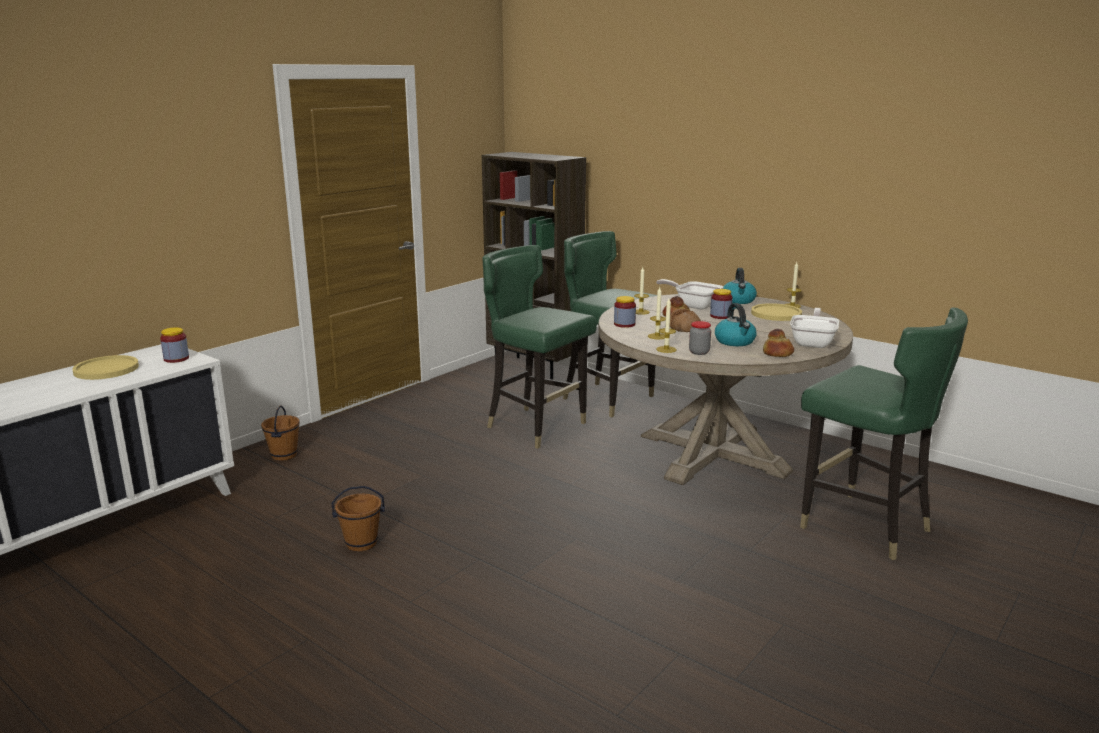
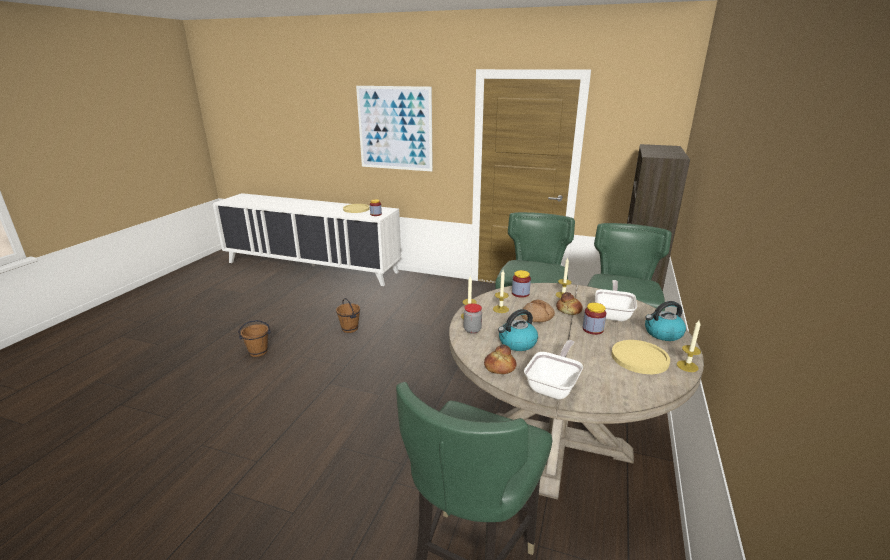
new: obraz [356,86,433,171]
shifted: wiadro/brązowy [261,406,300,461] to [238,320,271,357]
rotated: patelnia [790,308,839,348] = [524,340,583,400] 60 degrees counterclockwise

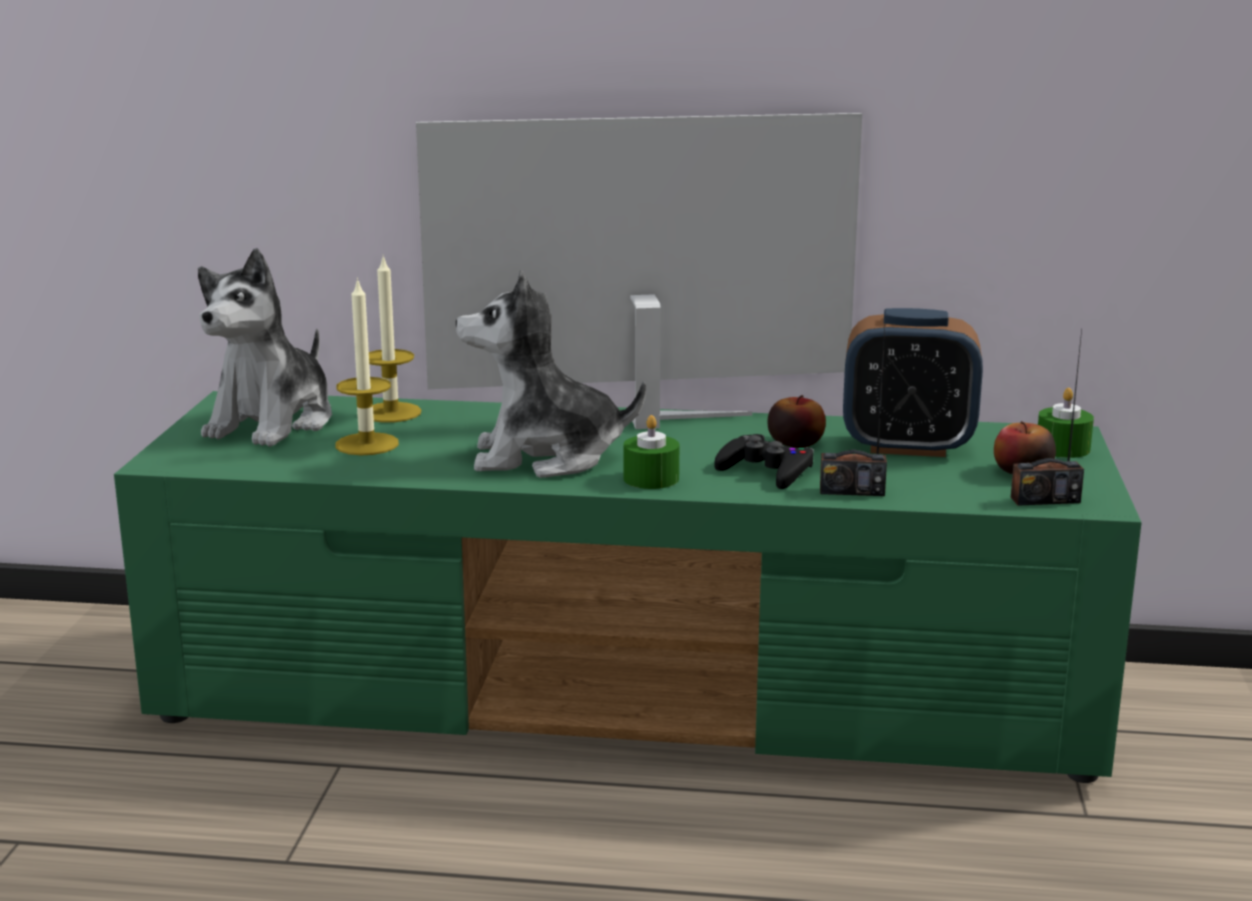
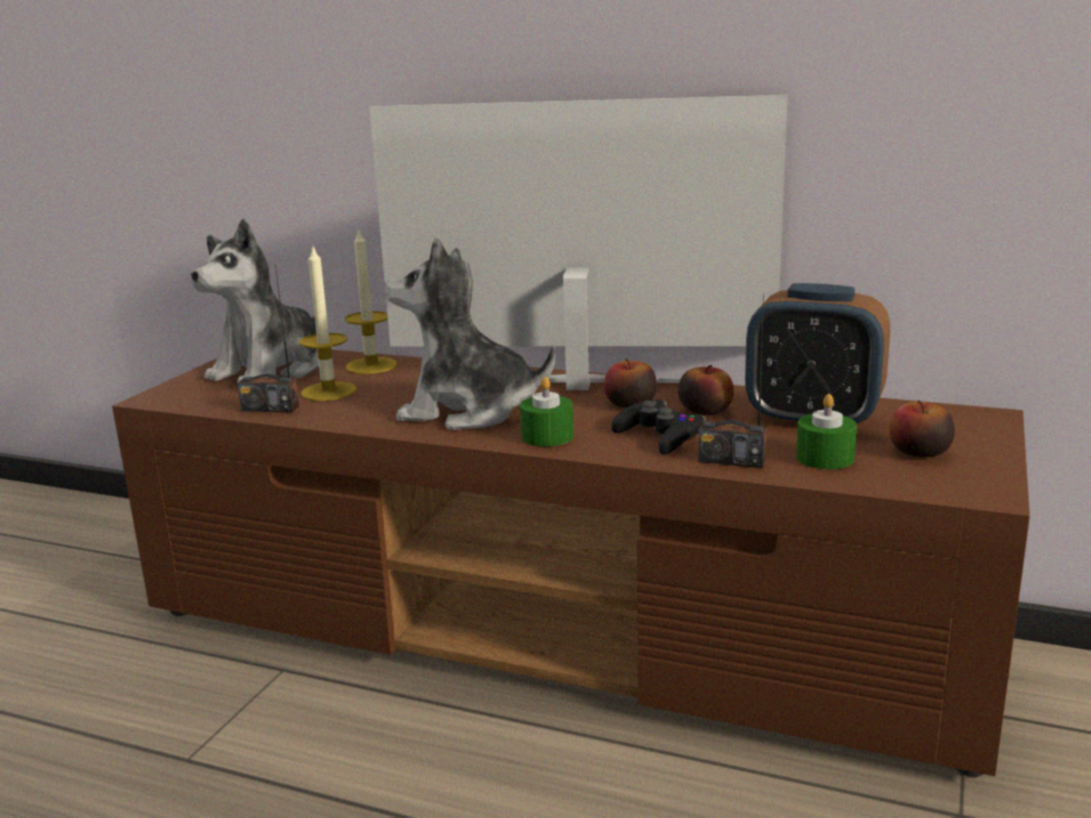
new: jabłko [604,358,657,408]
shifted: radio [1011,329,1084,506] to [237,265,299,412]; świeca/zielony [1038,388,1094,458] to [796,394,857,469]
repainted: szafka pod telewizor/zielony [114,391,1142,783] to szafka pod telewizor/brązowy [112,350,1030,777]

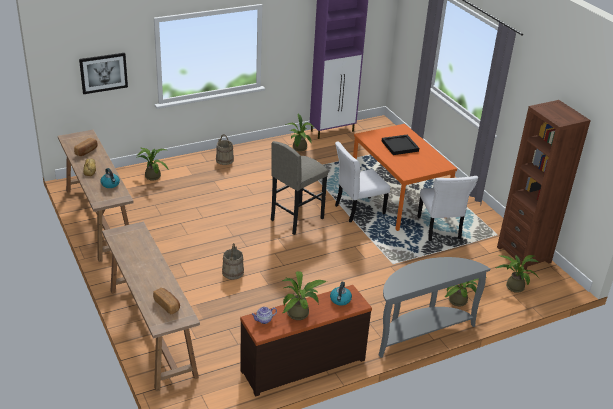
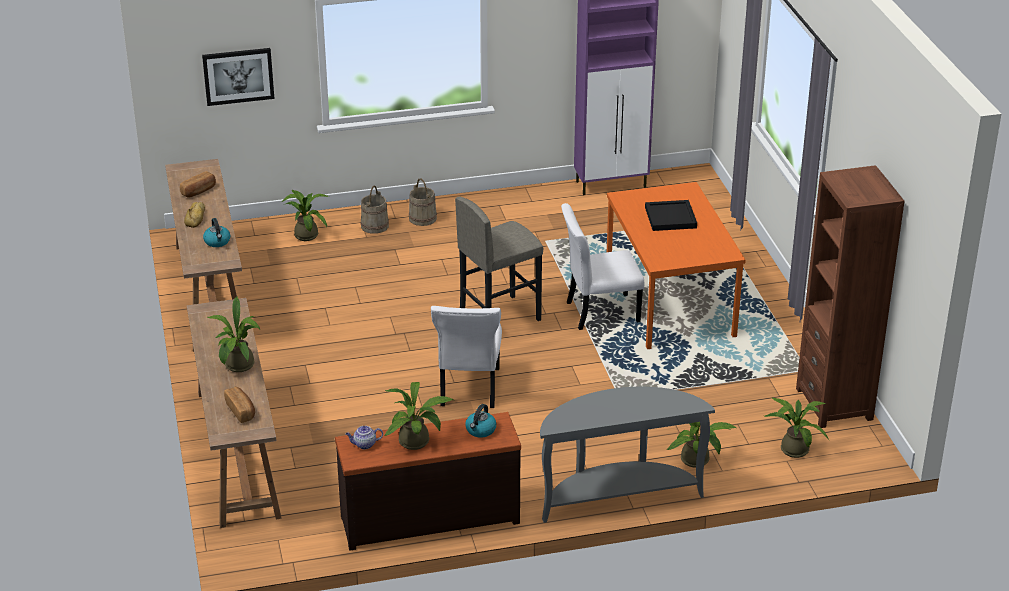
shifted: wiadro/beżowy [222,243,244,280] to [361,186,389,234]; roślina doniczkowa [286,113,315,151] to [208,296,260,372]; krzesło/biały [417,176,478,241] to [431,306,502,408]

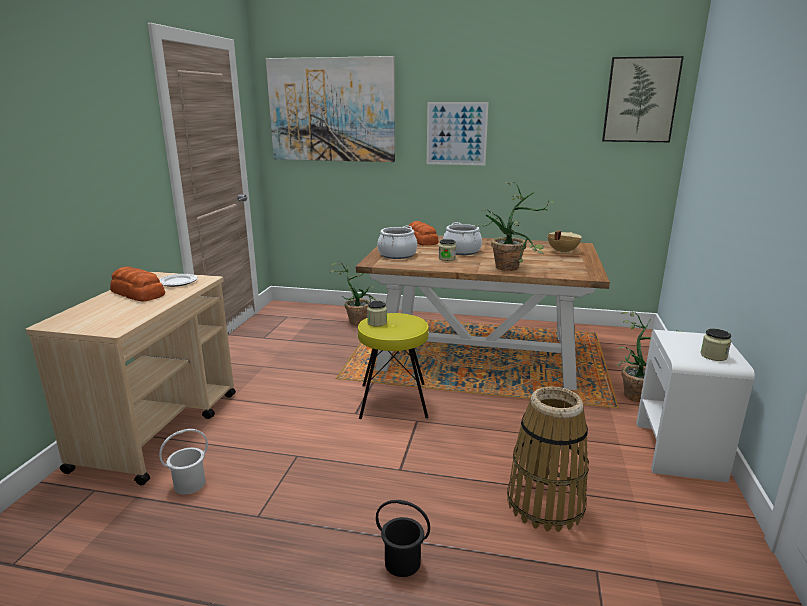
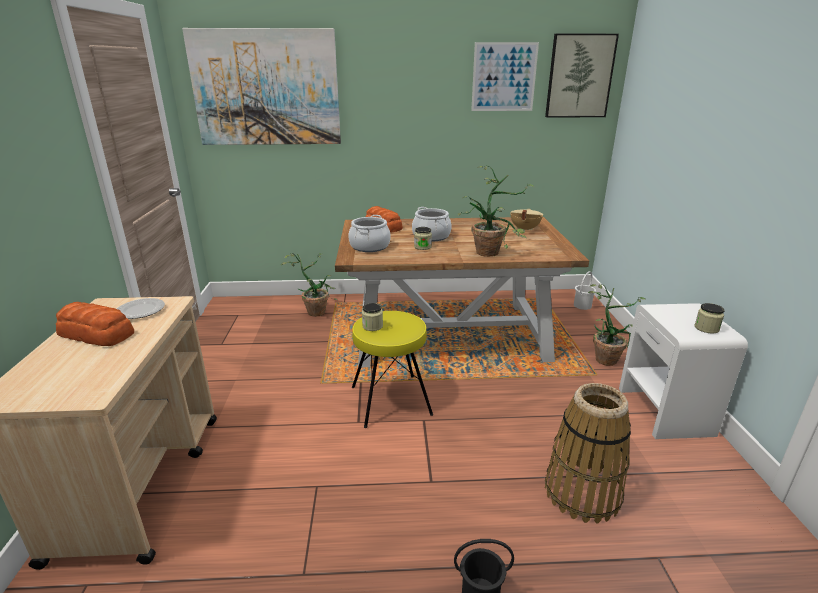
shifted: wiadro/biały [159,429,208,495] to [574,271,596,310]; obraz [427,102,489,165] to [471,42,539,111]

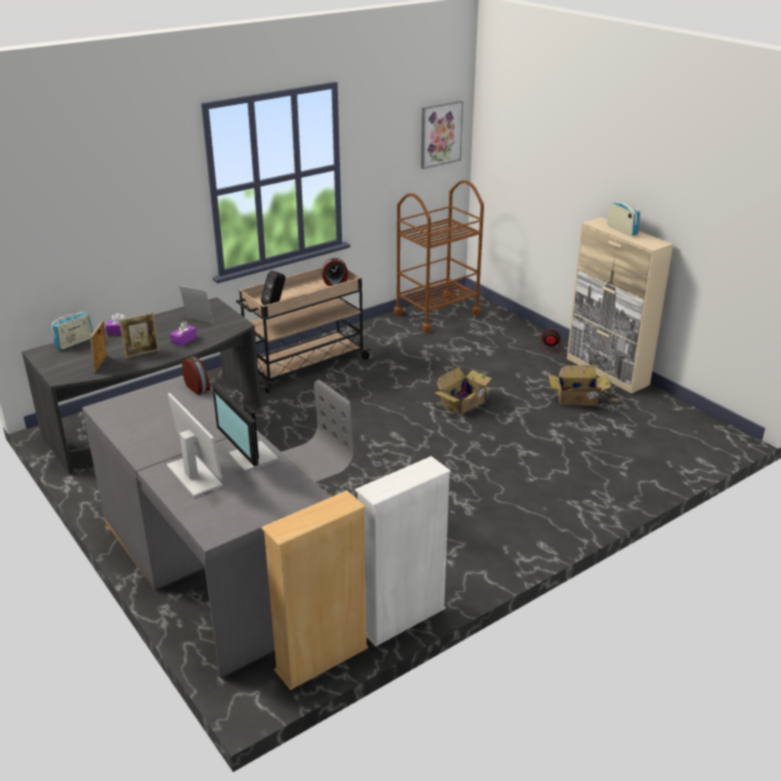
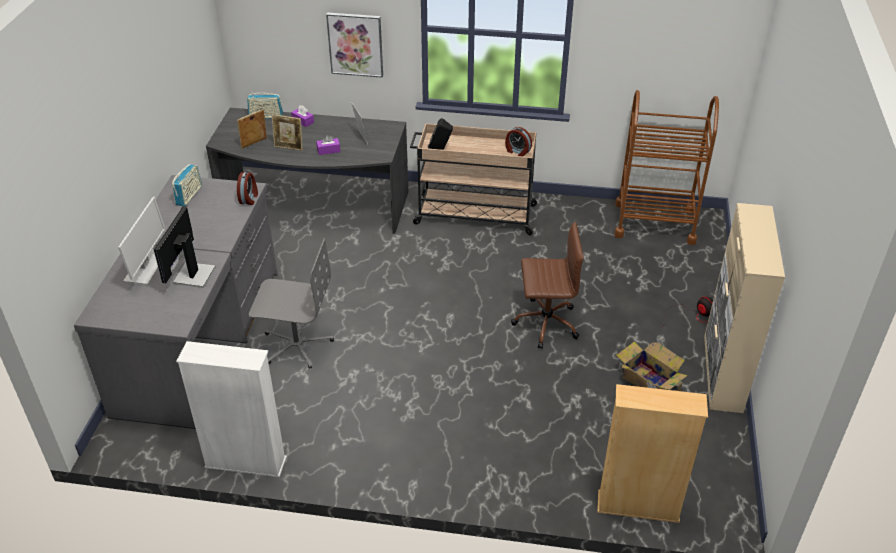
shifted: regał/beżowy [261,490,368,690] to [597,384,708,523]; obraz [421,101,463,169] to [326,13,383,78]; radio [607,201,640,236] to [172,164,202,206]
swapped: karton [435,366,492,415] to krzesło biurowe/brązowy [511,222,584,349]

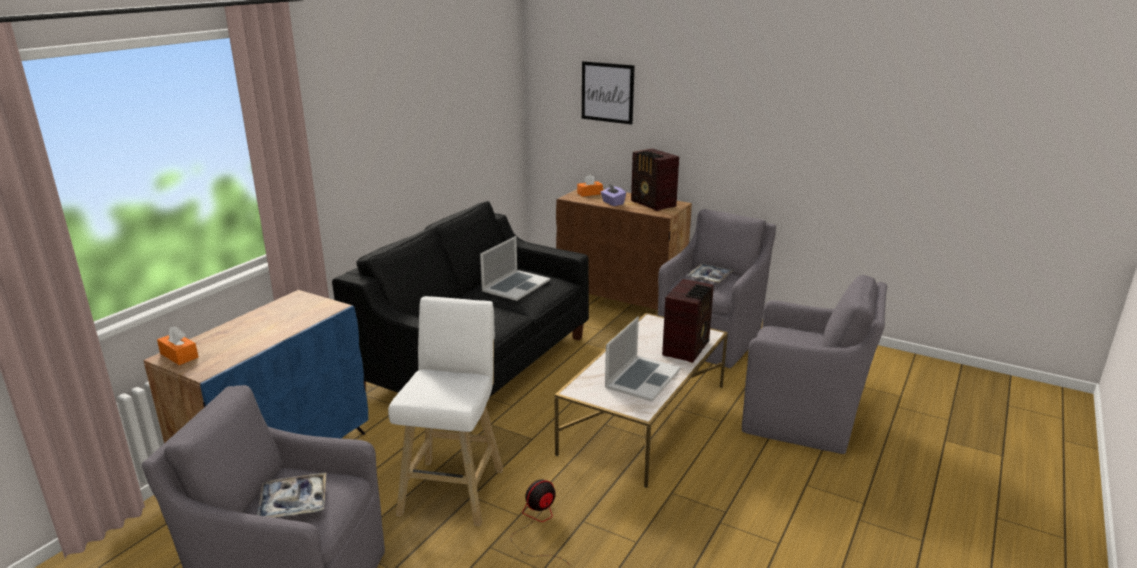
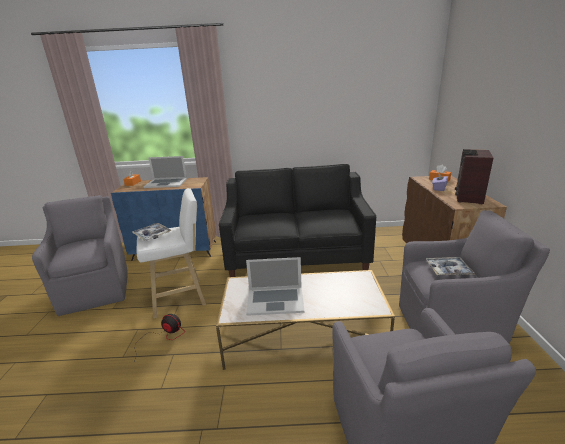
gone: obraz [582,61,635,125]; radio [662,279,714,363]
shifted: taca [257,473,326,517] to [132,223,172,241]; laptop [480,236,550,301] to [144,156,187,188]

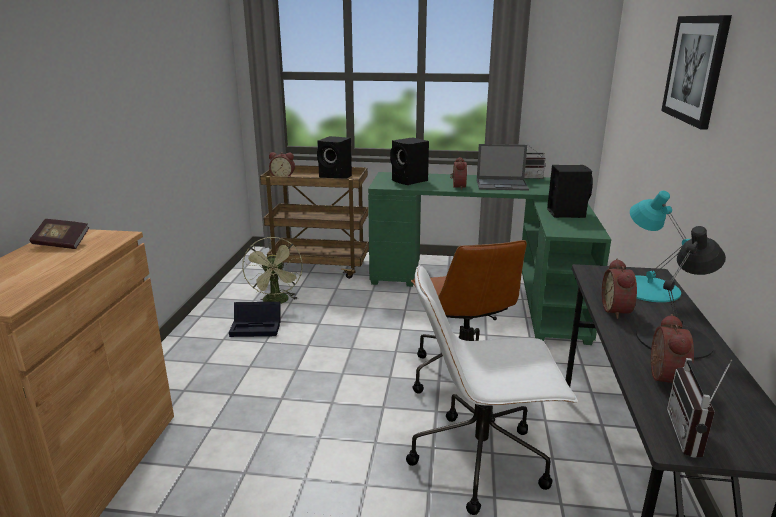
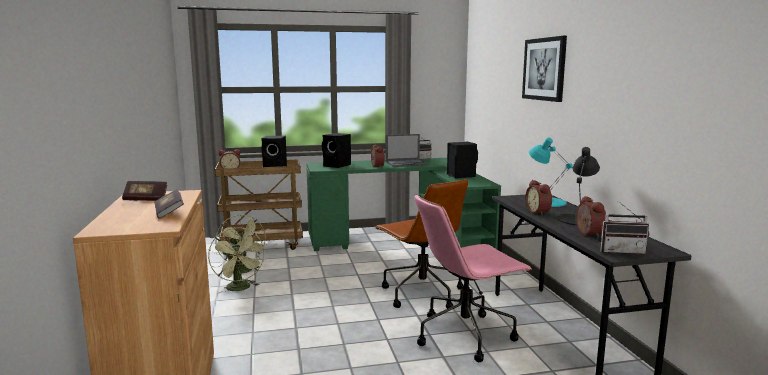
new: książka [154,189,184,219]
swapped: pojemnik do przechowywania/czarny [229,302,280,337] to wentylator/zielony [208,227,265,294]
repainted: krzesło biurowe/biały [406,264,578,515] to krzesło biurowe/różowy [414,194,532,362]
rotated: radio [667,358,732,458] = [600,201,649,255] 75 degrees counterclockwise

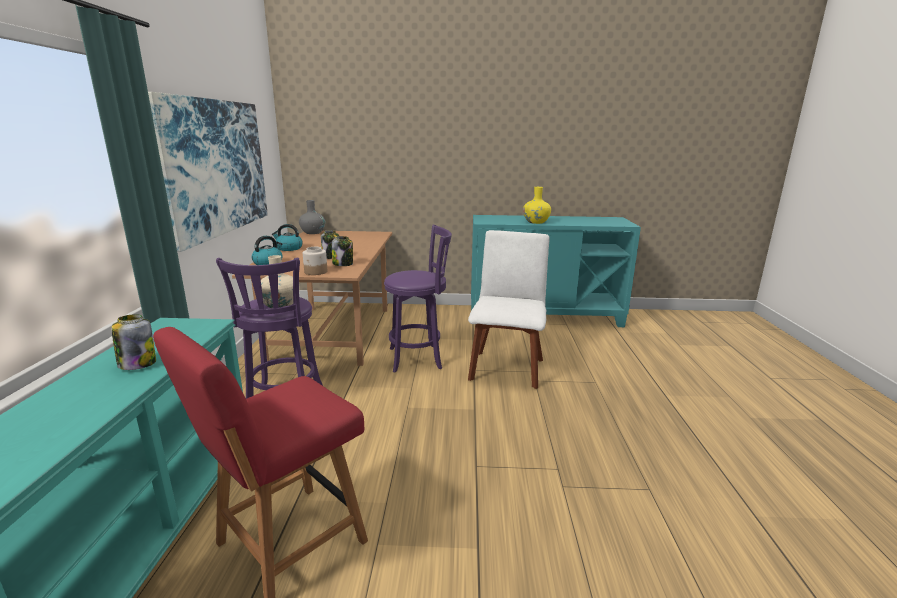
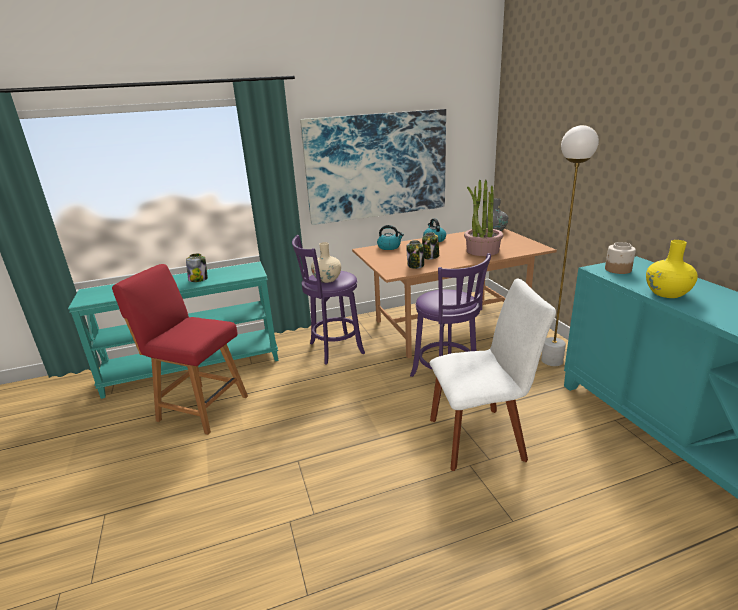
new: roślina doniczkowa [464,180,504,256]; lampa stojąca/biały [541,125,599,367]
shifted: słoik [303,247,327,275] to [605,242,636,274]

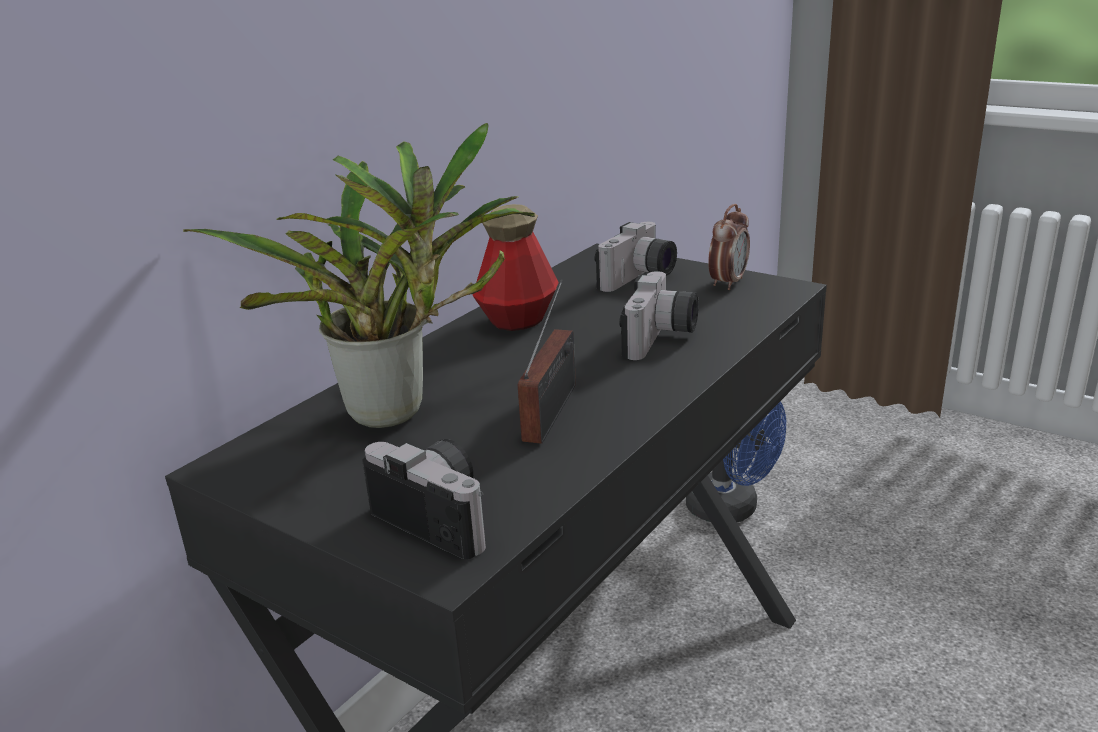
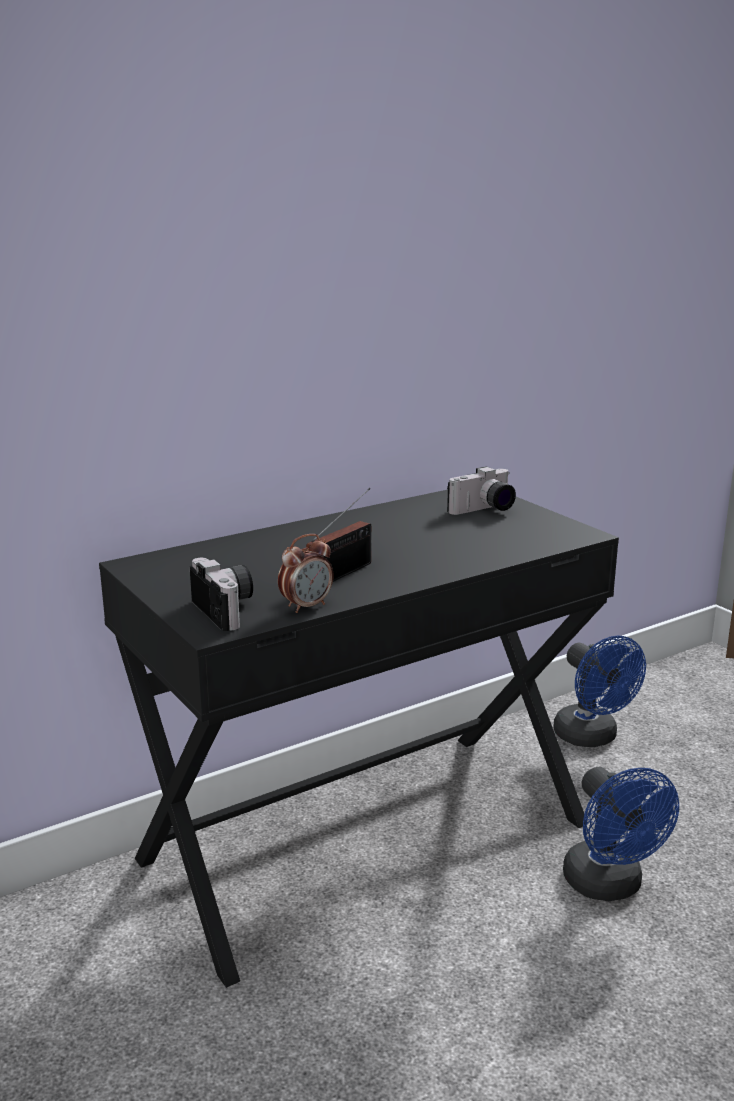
gone: roślina doniczkowa [183,123,535,428]; butelka [472,204,559,331]; aparat fotograficzny [619,271,699,360]
new: wentylator/niebieski [563,767,679,901]
shifted: budzik [708,204,750,290] to [278,534,334,613]

